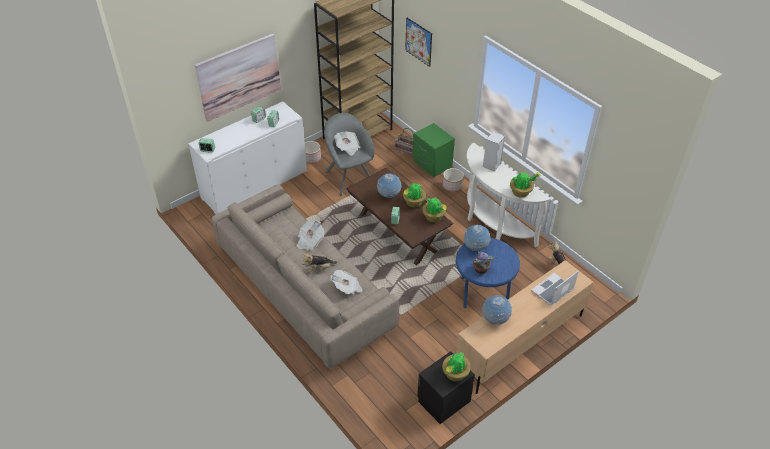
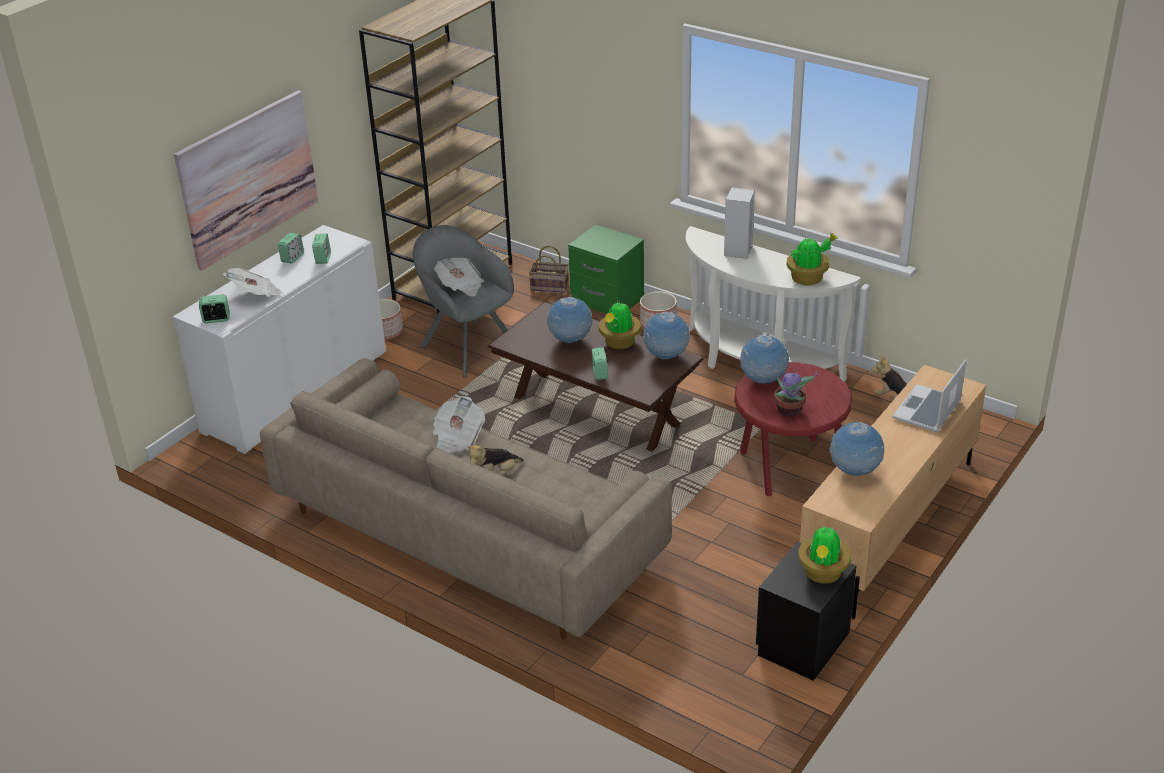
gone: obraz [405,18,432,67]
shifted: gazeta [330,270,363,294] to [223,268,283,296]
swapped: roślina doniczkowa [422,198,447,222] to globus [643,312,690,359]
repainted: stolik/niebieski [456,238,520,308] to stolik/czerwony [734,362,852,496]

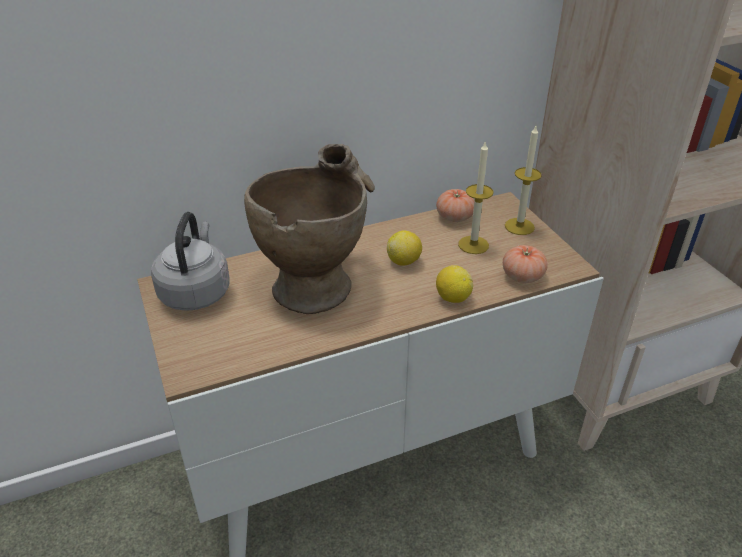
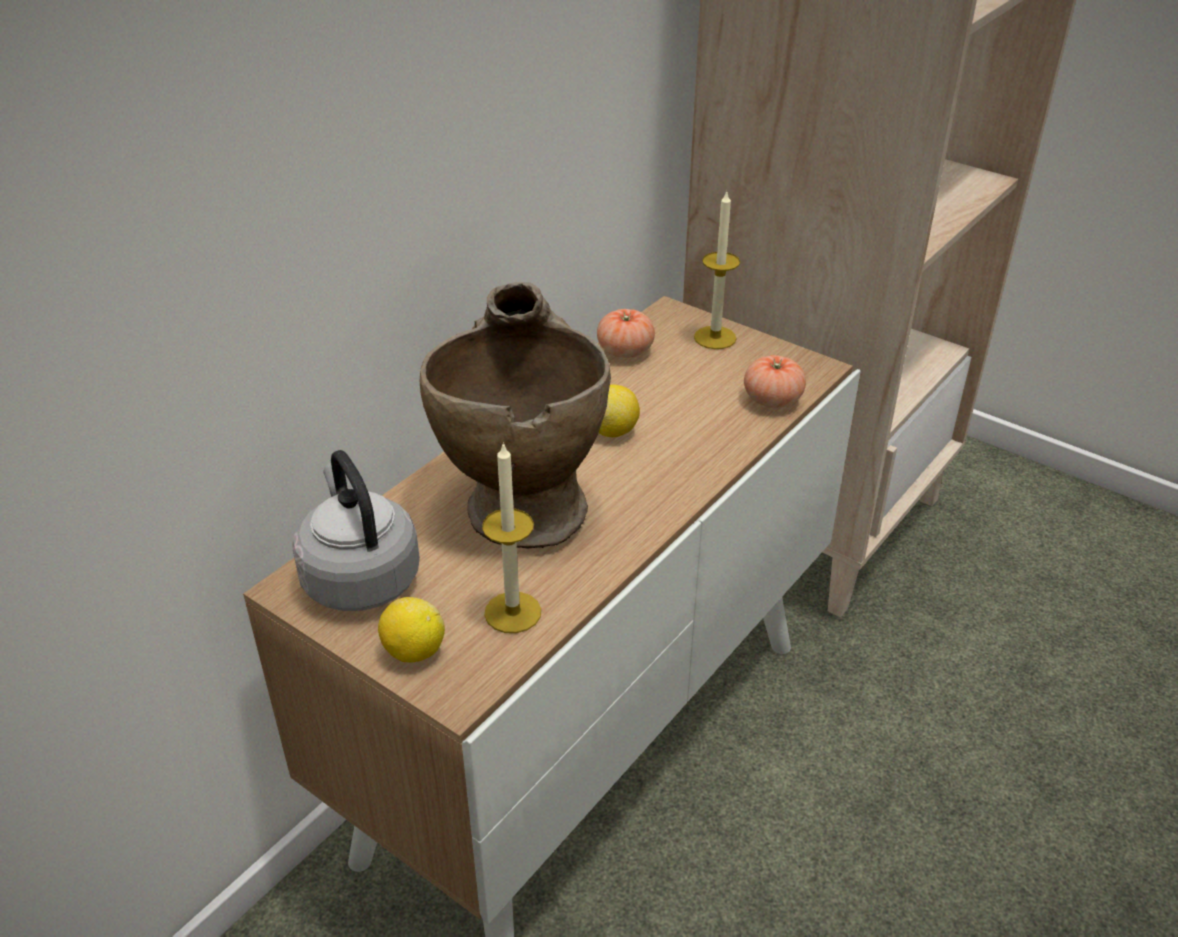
shifted: cytryna [436,265,473,303] to [378,597,445,663]; świeca [458,141,493,254] to [482,442,541,633]

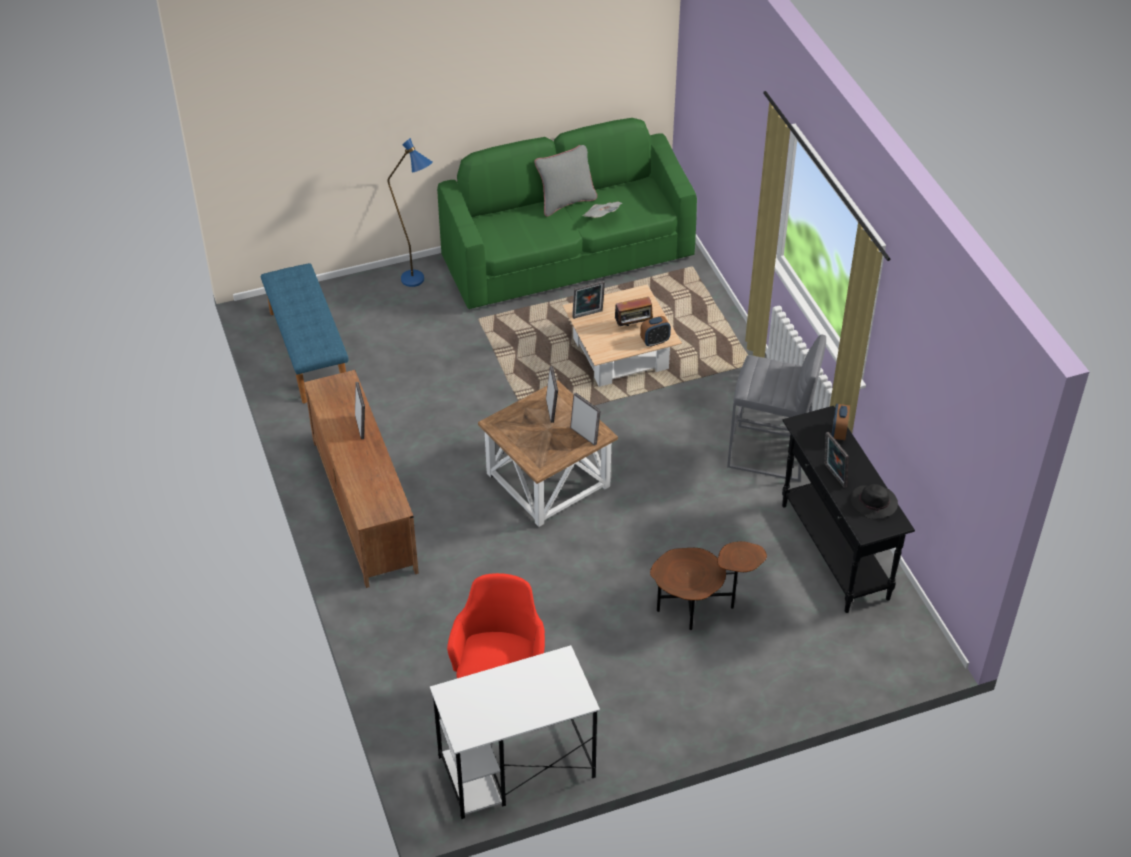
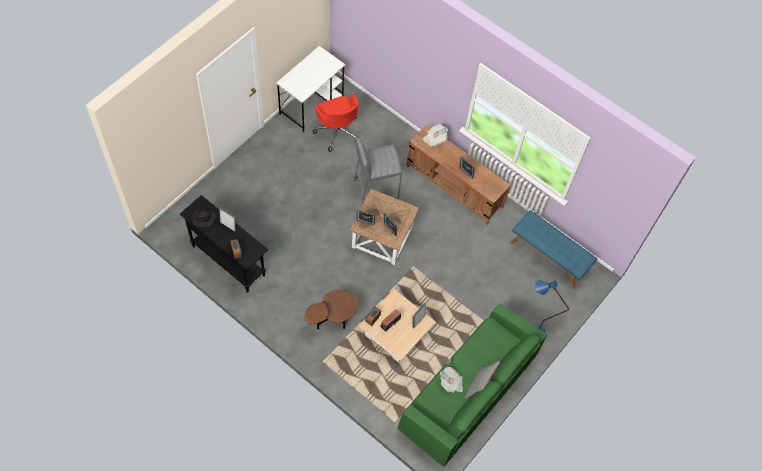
new: gazeta [423,124,448,147]
shifted: stolik/brązowy [650,541,767,630] to [304,290,358,330]; stołek/szary [727,335,826,482] to [354,138,402,206]

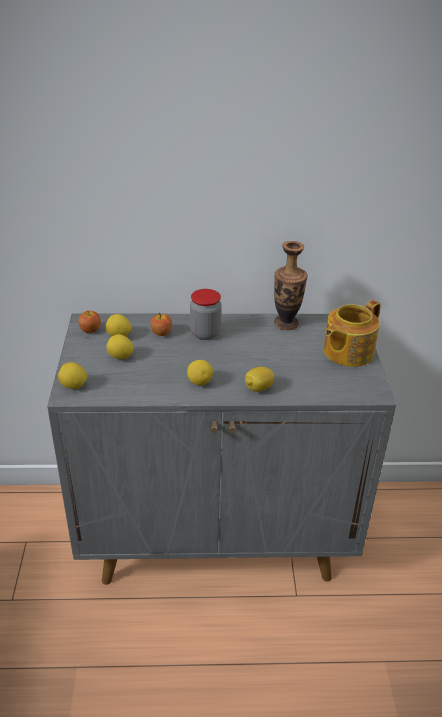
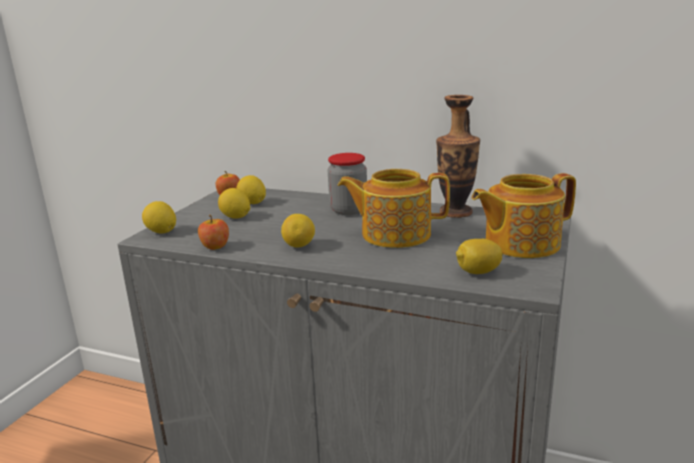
new: imbryk [338,169,450,248]
shifted: jabłko [150,313,172,336] to [198,215,229,250]; cytryna [245,367,274,392] to [456,239,503,274]

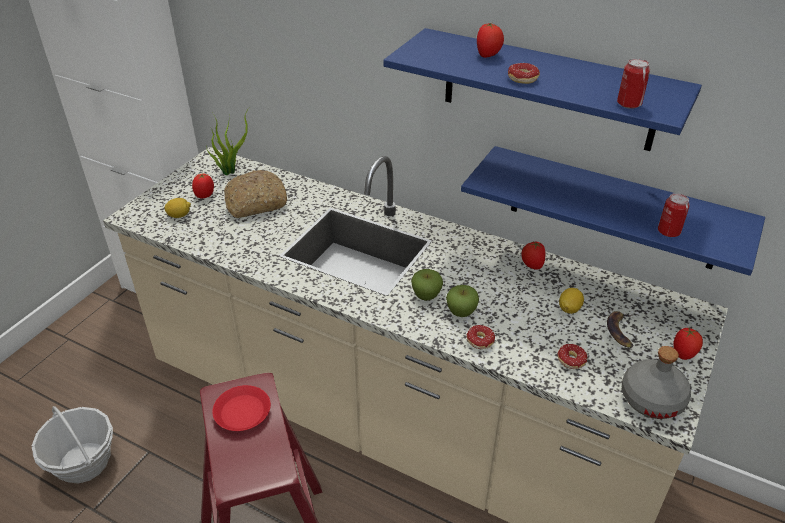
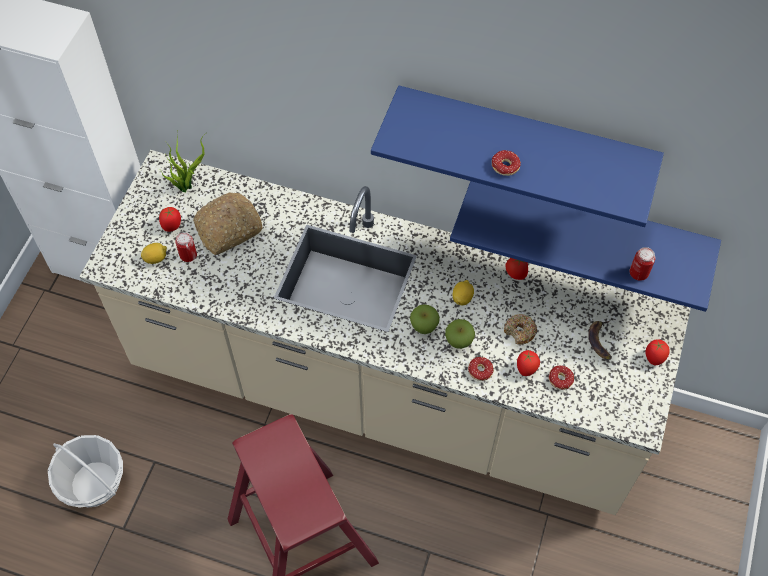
gone: talerz/czerwony [212,385,271,431]; butelka/szary [622,346,691,419]
new: donut [504,314,537,345]
shifted: pomidor [477,23,504,58] to [517,350,540,376]; cytryna [559,288,584,314] to [453,280,474,305]; puszka [617,58,650,109] to [175,232,197,262]

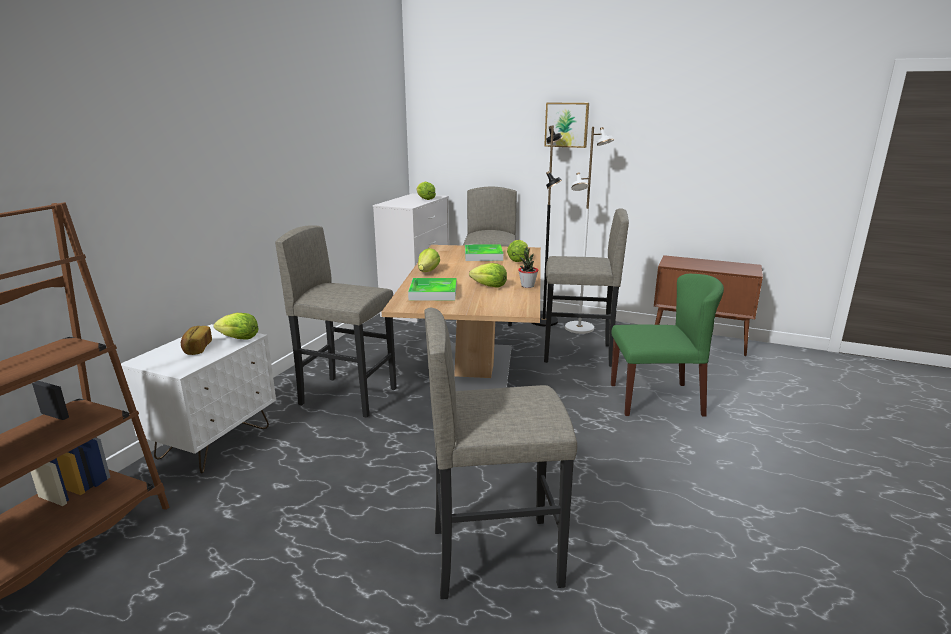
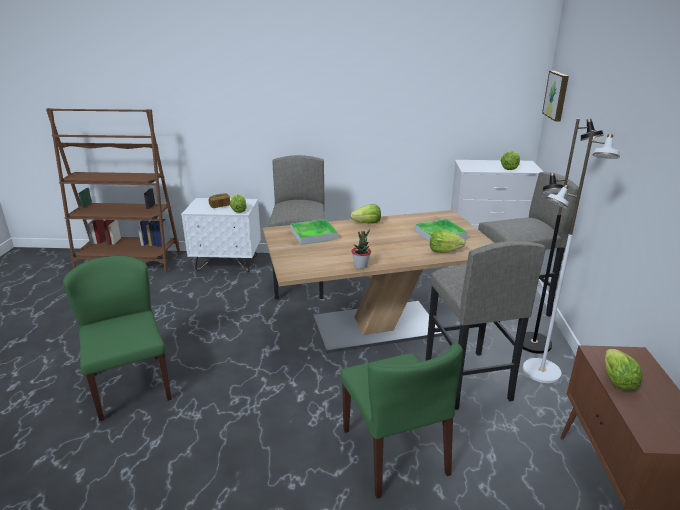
shifted: sałata [469,263,507,288] to [605,349,643,390]; obraz [544,103,589,148] to [542,71,569,122]
swapped: stołek/szary [424,308,577,599] to krzesło/zielony [63,256,172,421]

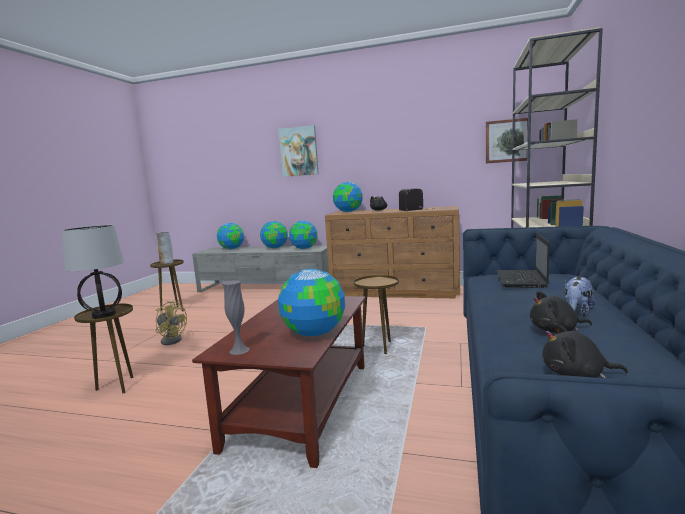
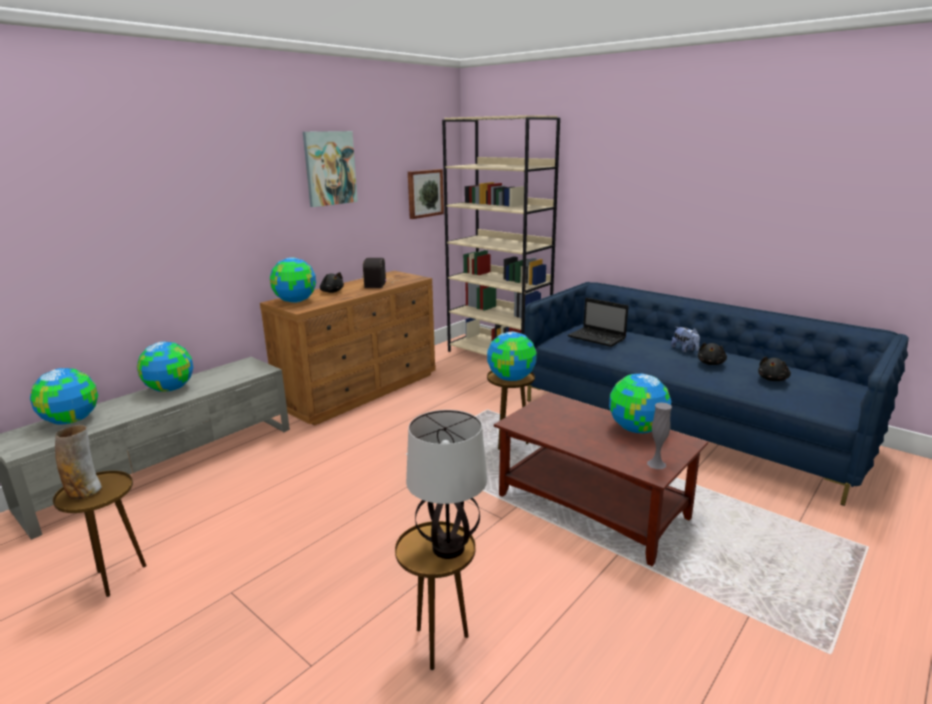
gone: wentylator/żółty [156,301,187,345]
shifted: obraz [278,125,319,177] to [303,131,358,207]; globus [289,221,318,249] to [487,332,537,381]

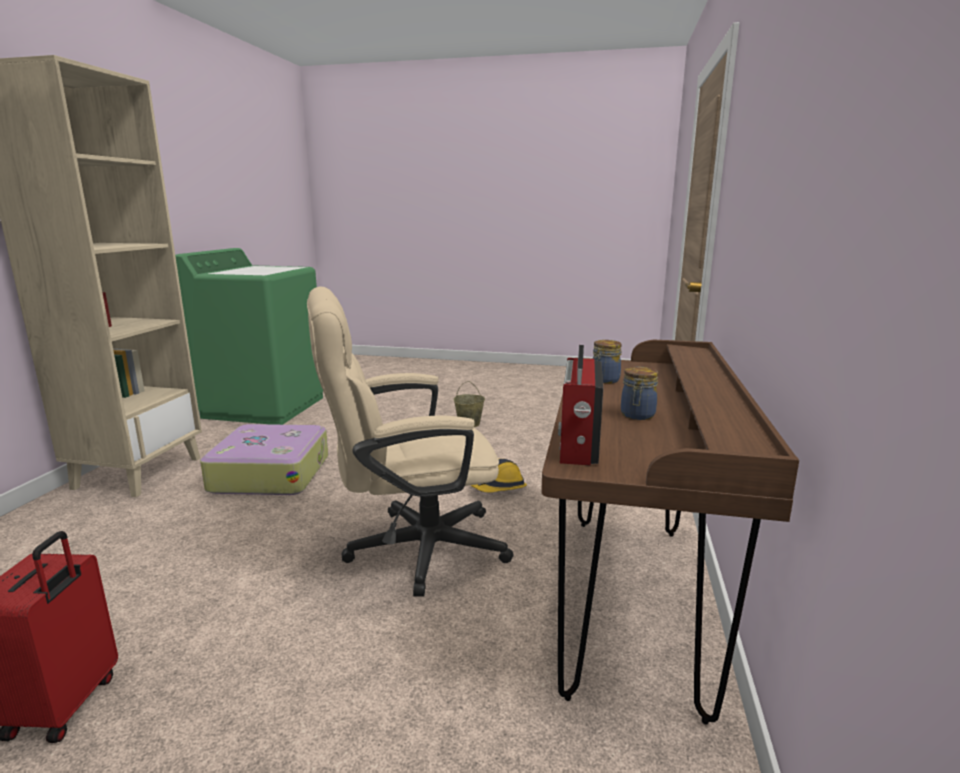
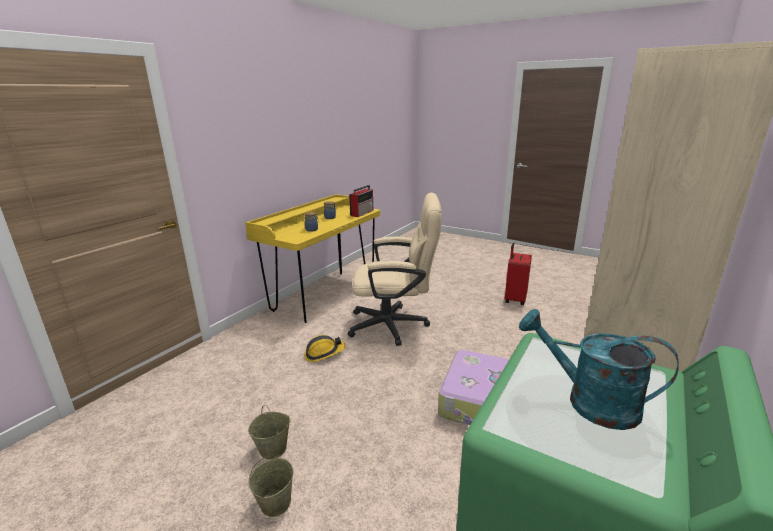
new: wiadro/beżowy [248,456,294,517]; konewka/turkusowy [519,309,678,430]
repainted: biurko/brązowy [541,340,799,725] to biurko/żółty [245,194,380,323]

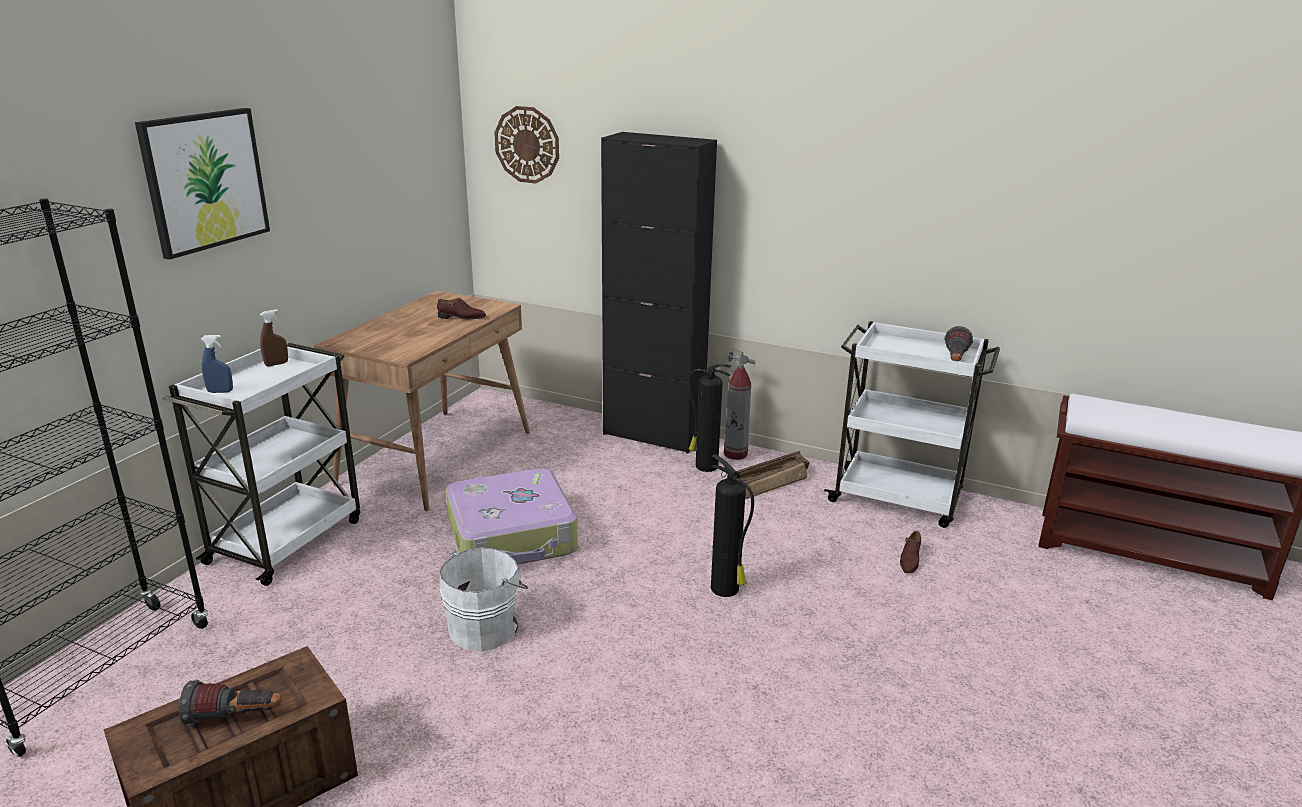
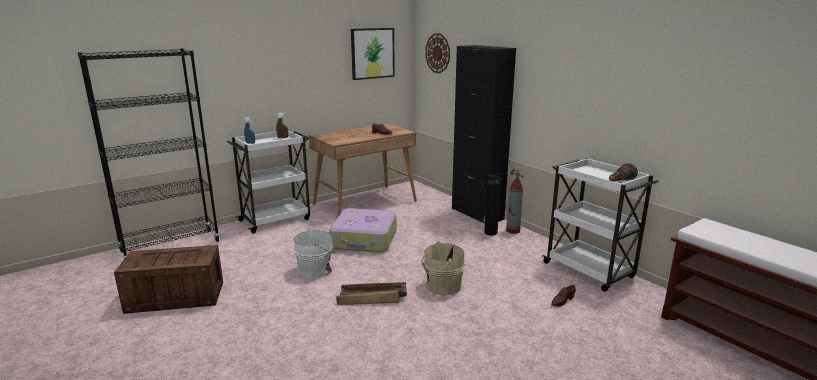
gone: latarka [179,680,282,726]
shifted: obraz [135,108,270,260] to [351,28,395,80]; skrzynka [738,451,810,499] to [336,282,407,305]
swapped: gaśnica [711,454,754,597] to wiadro/beżowy [422,241,465,295]

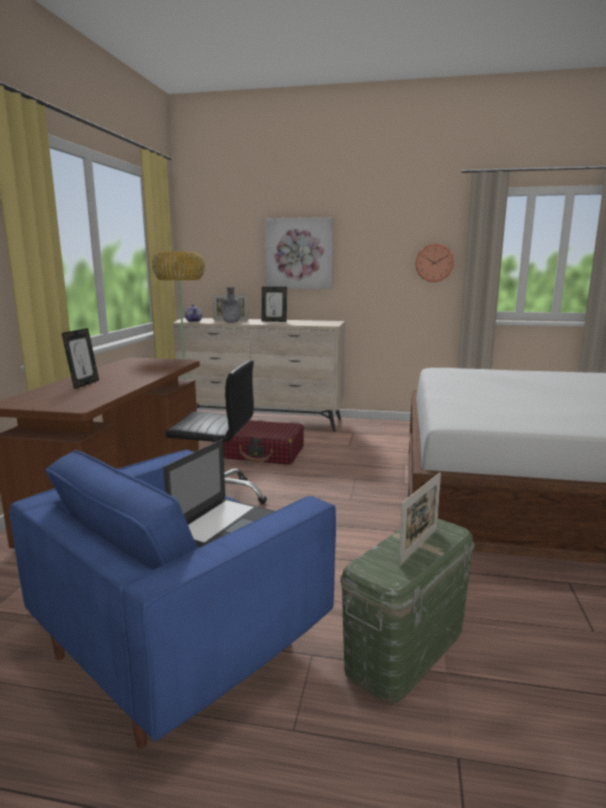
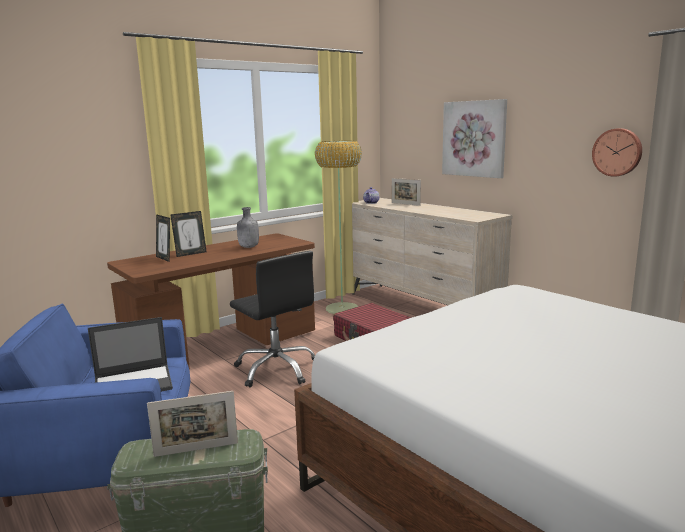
shifted: butelka/szary [222,287,241,323] to [237,207,259,248]; ramka na zdjęcie [262,287,287,322] to [156,214,170,262]

